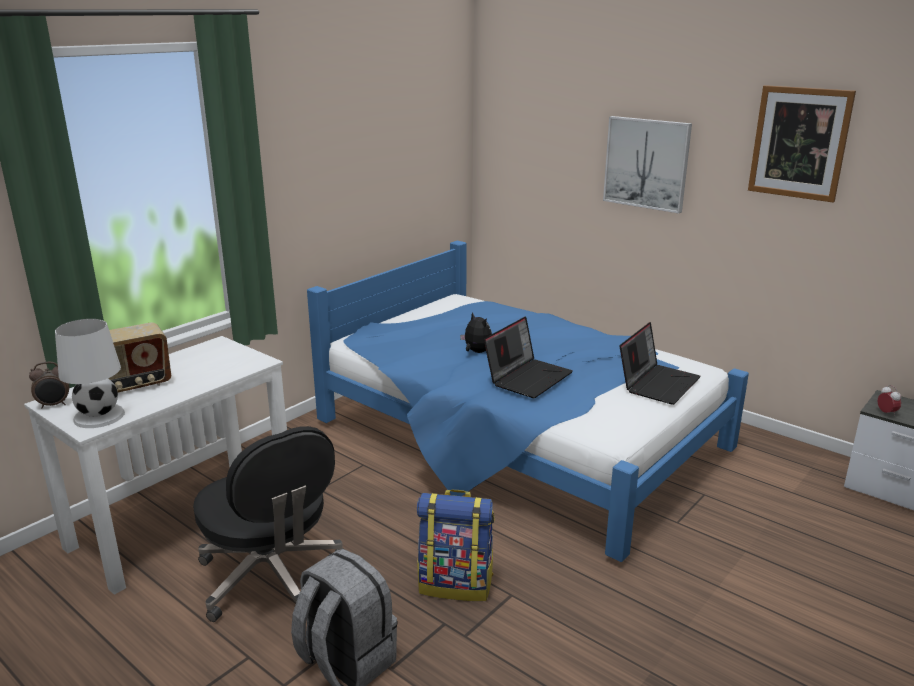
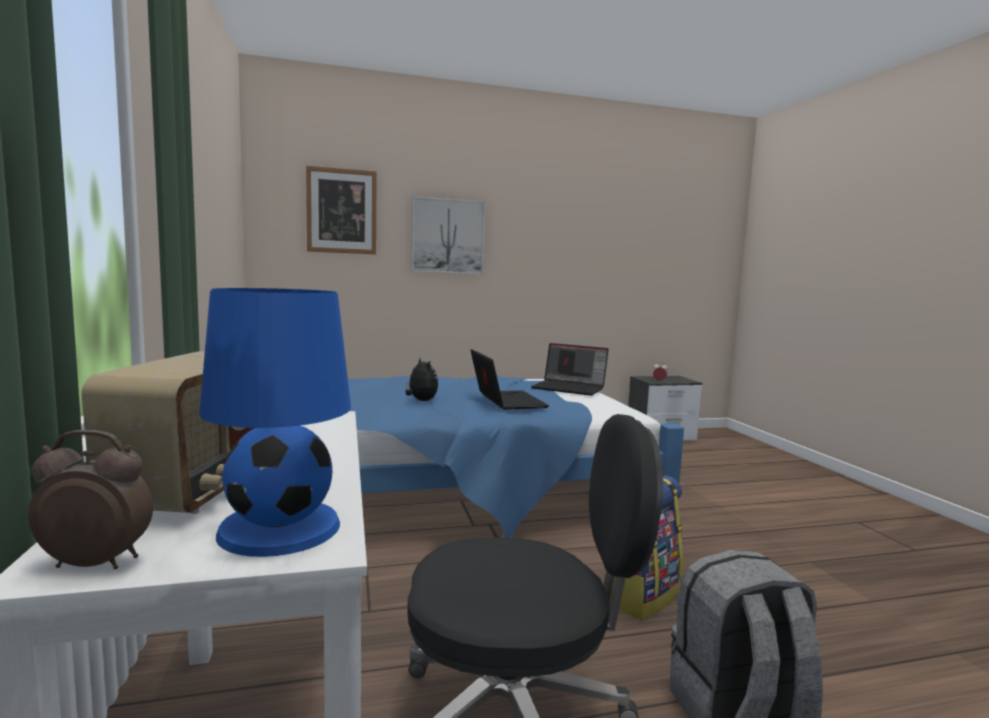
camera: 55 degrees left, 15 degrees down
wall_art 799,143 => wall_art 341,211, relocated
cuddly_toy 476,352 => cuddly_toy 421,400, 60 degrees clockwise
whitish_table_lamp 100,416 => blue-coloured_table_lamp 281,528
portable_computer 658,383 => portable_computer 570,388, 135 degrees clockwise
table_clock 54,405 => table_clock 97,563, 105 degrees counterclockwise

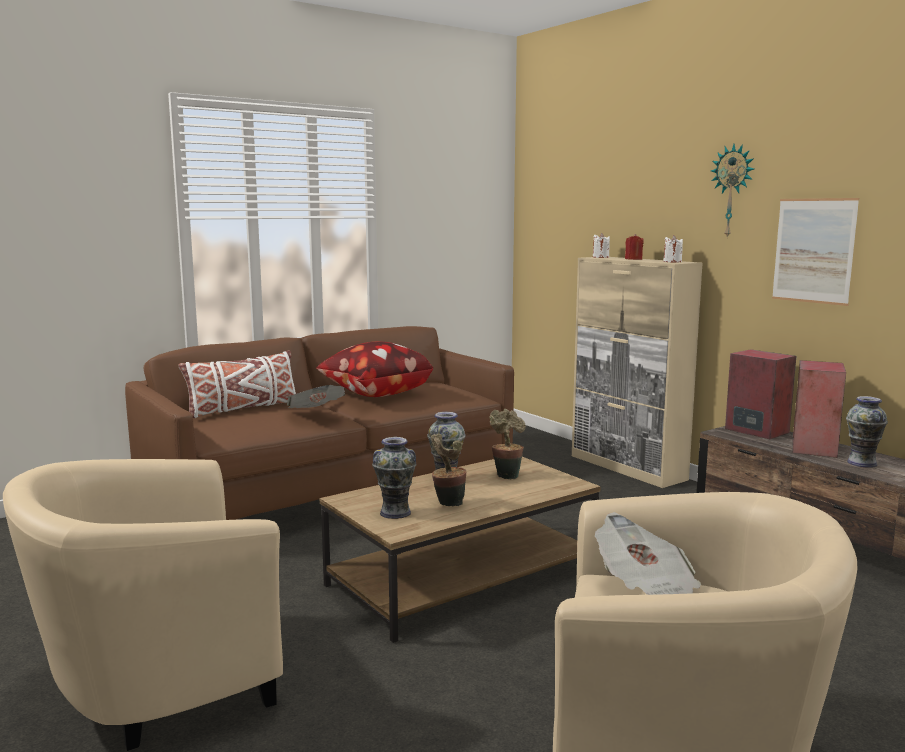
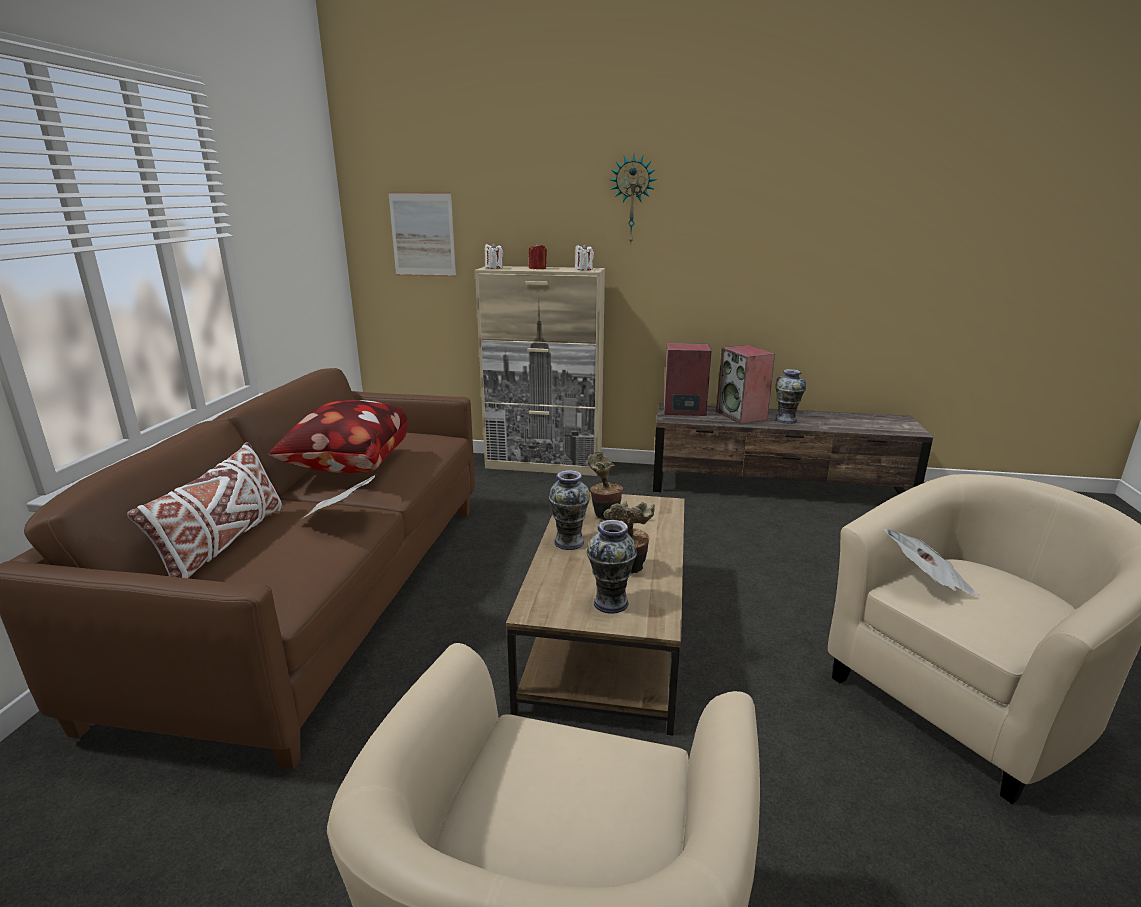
camera: 45 degrees left, 10 degrees up
wall_art 813,250 => wall_art 423,234, relocated

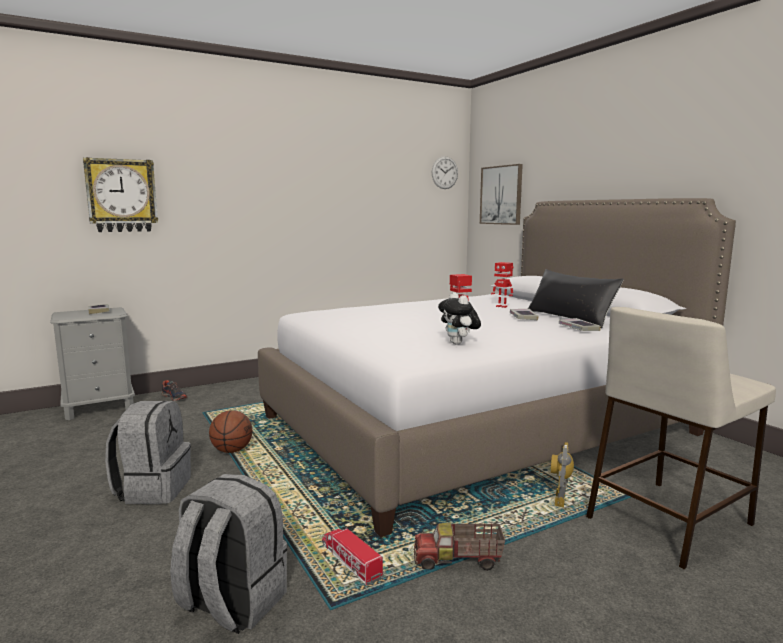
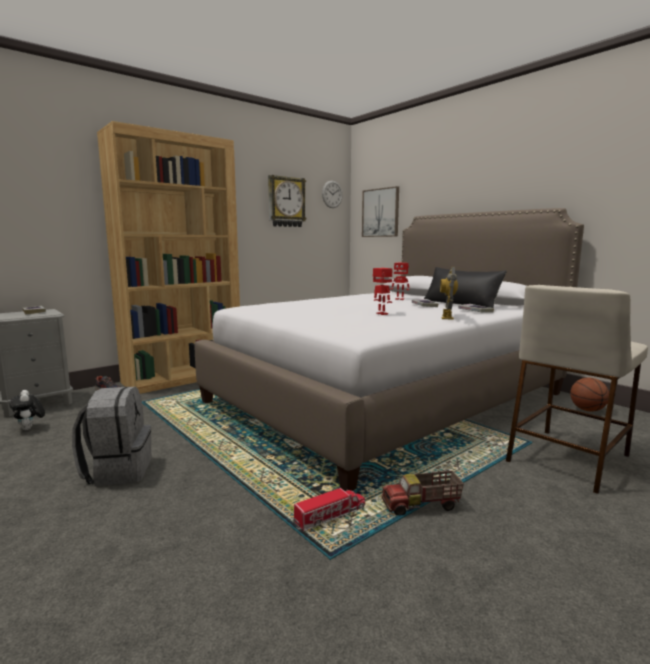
camera: 10 degrees left, 0 degrees up
hanging_clock 121,195 => hanging_clock 286,202, relocated
cuddly_toy 459,343 => cuddly_toy 30,429, relocated
ball_for_basketball 232,450 => ball_for_basketball 587,410, relocated
robot_figure 560,503 => robot_figure 447,317, relocated
greyish_backpack 231,603 => nothing
toy_truck 350,562 => toy_truck 330,516, 105 degrees clockwise
nothing => brown-coloured_bookcase 184,377

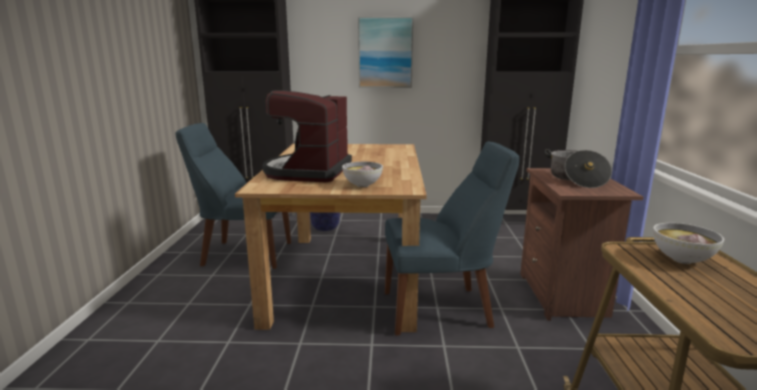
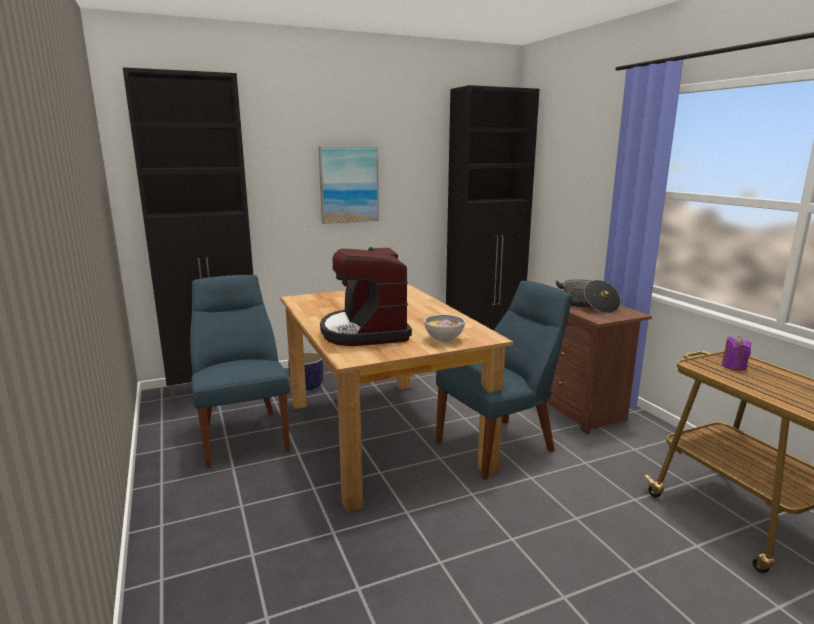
camera: 25 degrees left, 0 degrees up
blue-coloured_upright_chair 243,254 => blue-coloured_upright_chair 243,435, 90 degrees clockwise
deep_dish 681,260 => purplish_candle 734,366

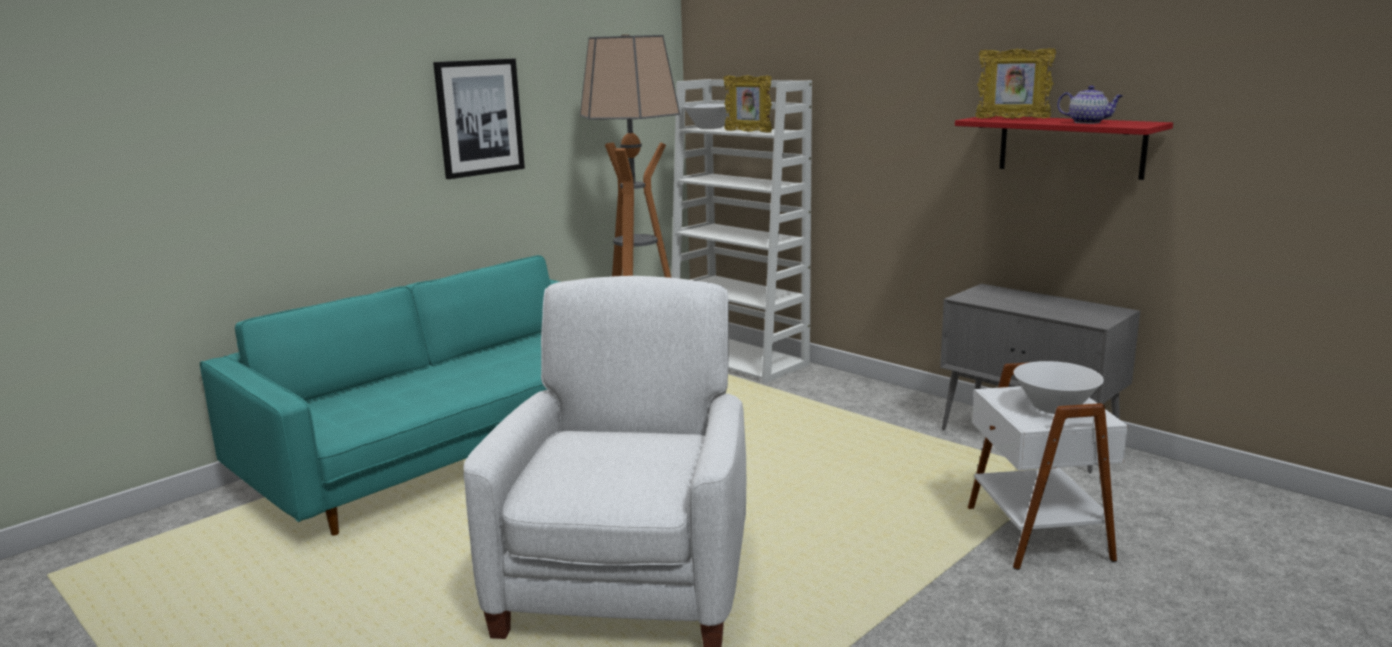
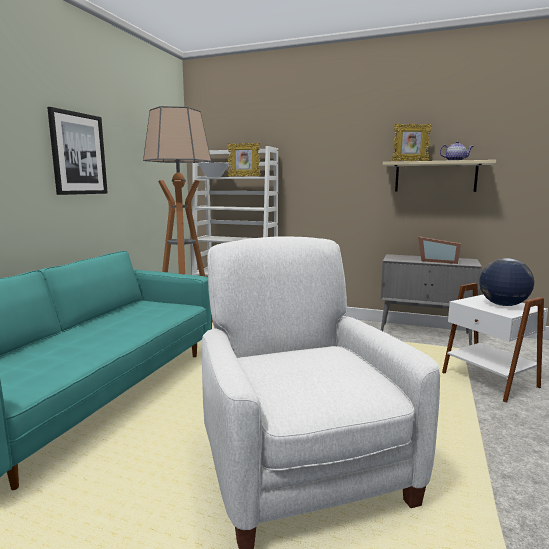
camera: 25 degrees left, 5 degrees down
red_bracket_shelf 1070,146 => beige-coloured_bracket_shelf 435,177
whitish_deep_dish 1054,408 => globe 502,305
nothing => standing_frame 437,261

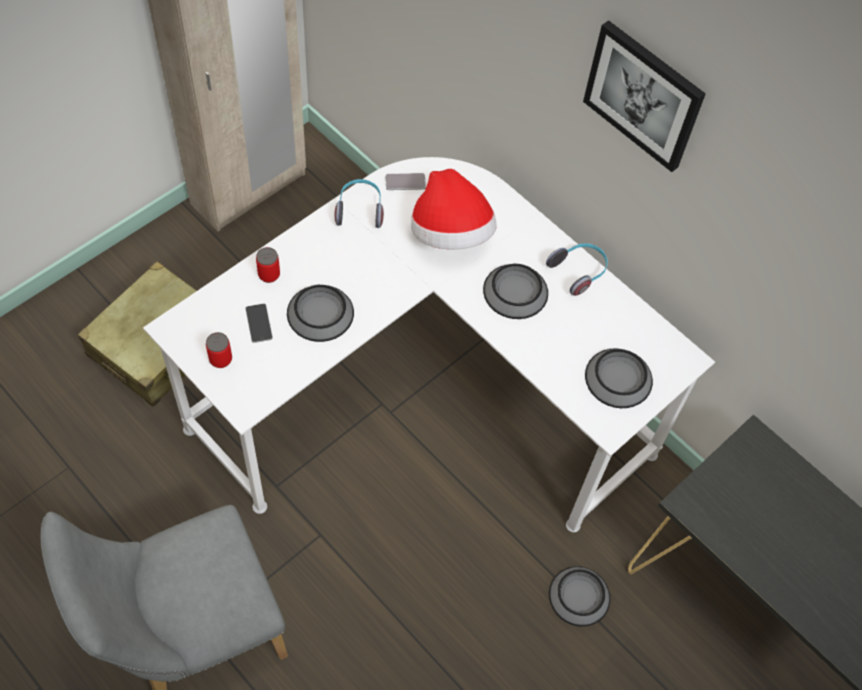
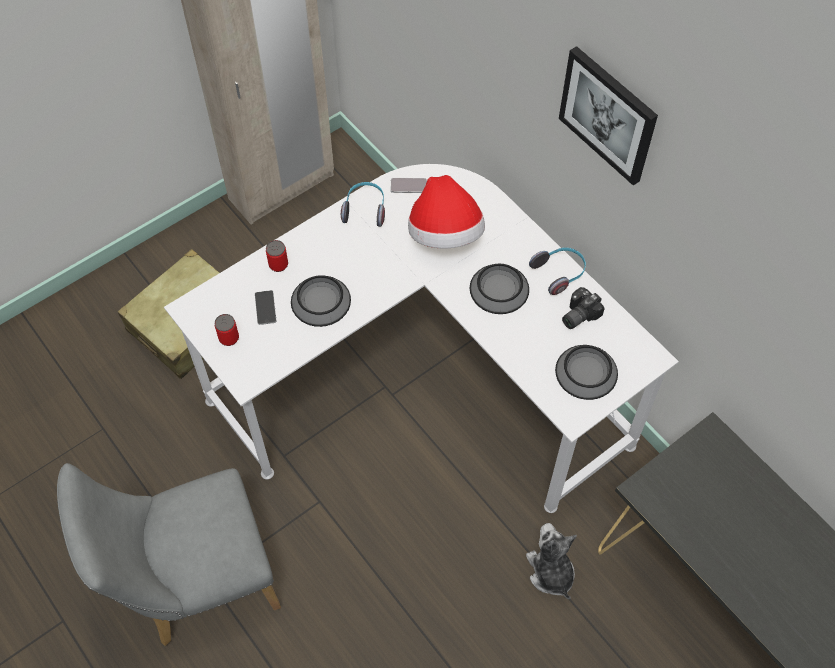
camera: 10 degrees right, 0 degrees up
deep_dish 579,596 => cuddly_toy 550,571
nothing => still_camera 577,314

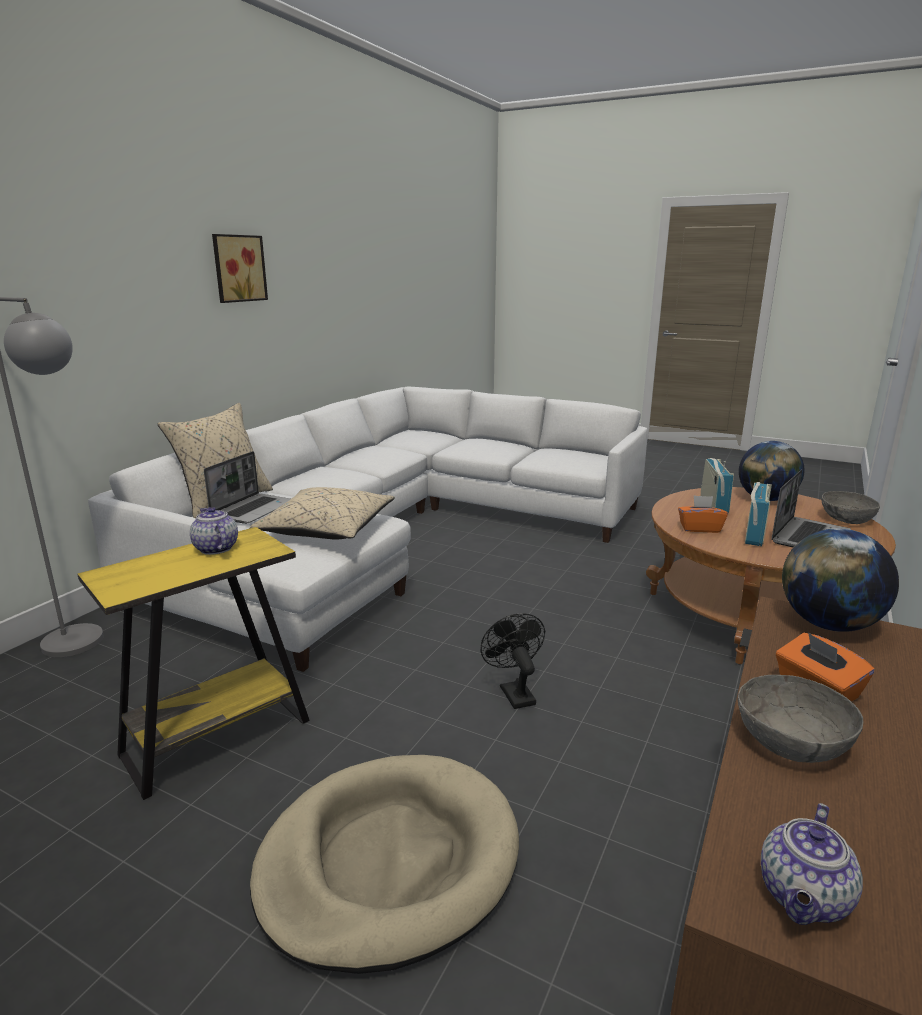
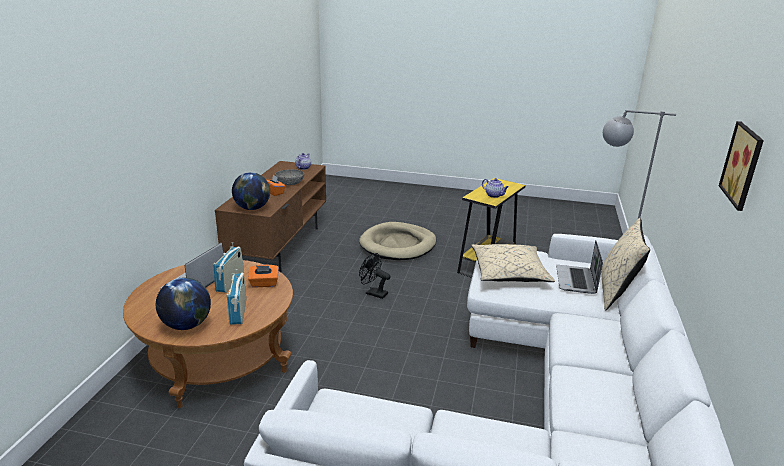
camera: 165 degrees right, 5 degrees up
greyish_deep_dish 846,519 => nothing
black-coloured_electric_fan 514,692 => black-coloured_electric_fan 373,293, 150 degrees clockwise

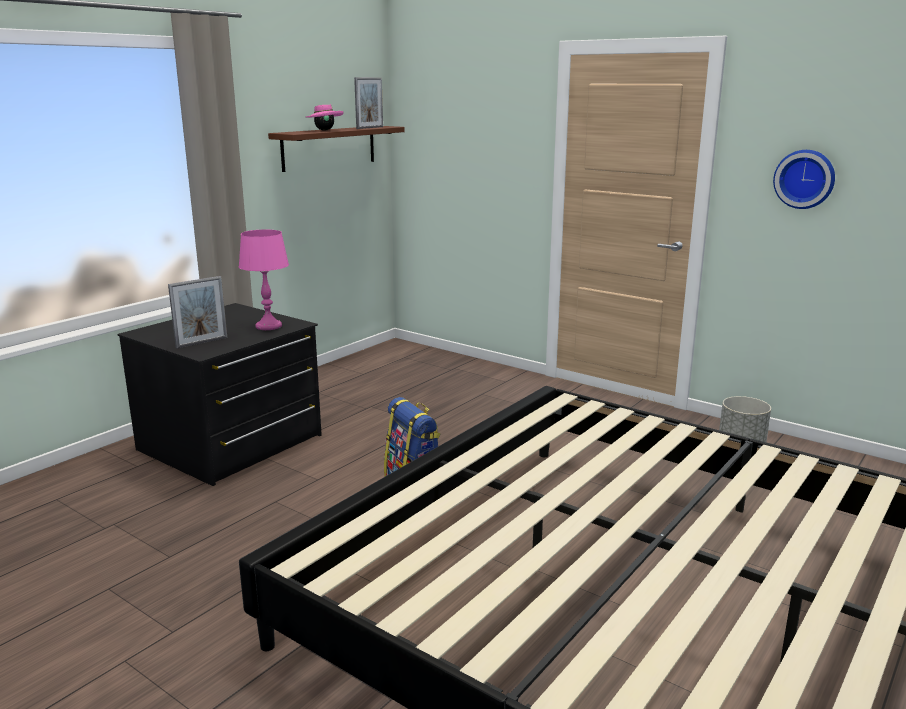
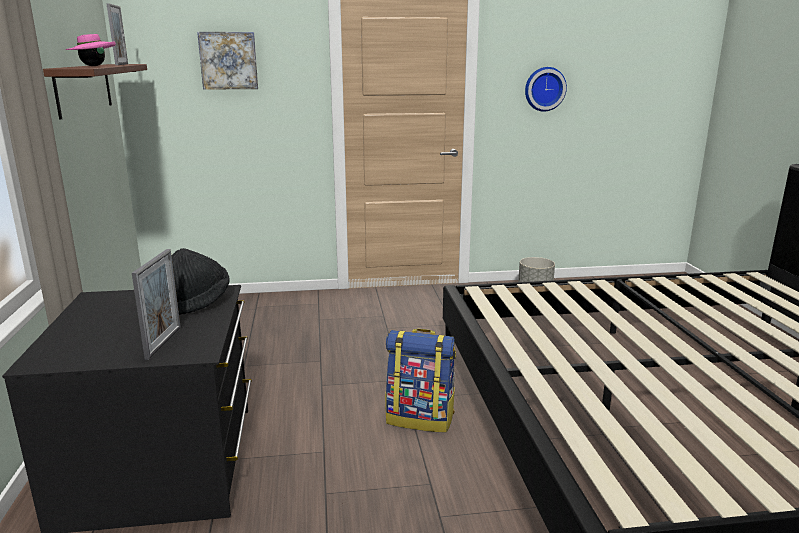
camera: 45 degrees left, 0 degrees up
pink_table_lamp 268,326 => black-coloured_hat 196,302
nothing => wall_art 228,60

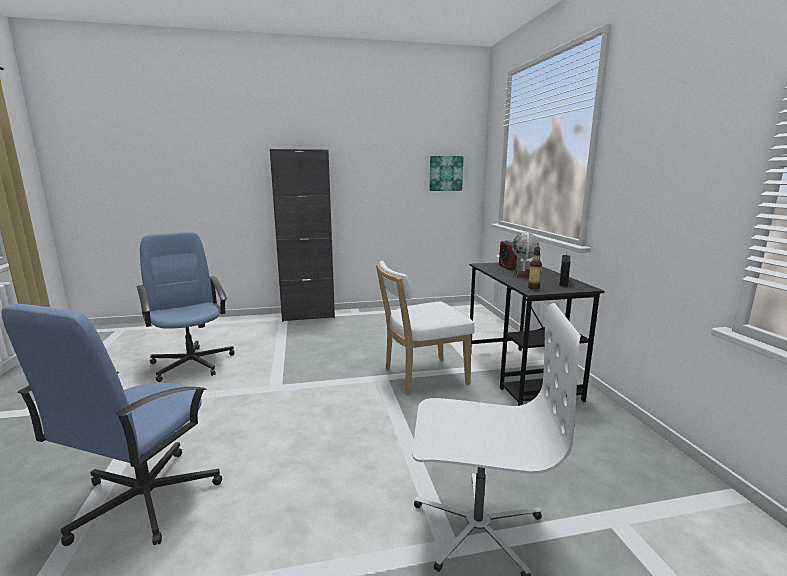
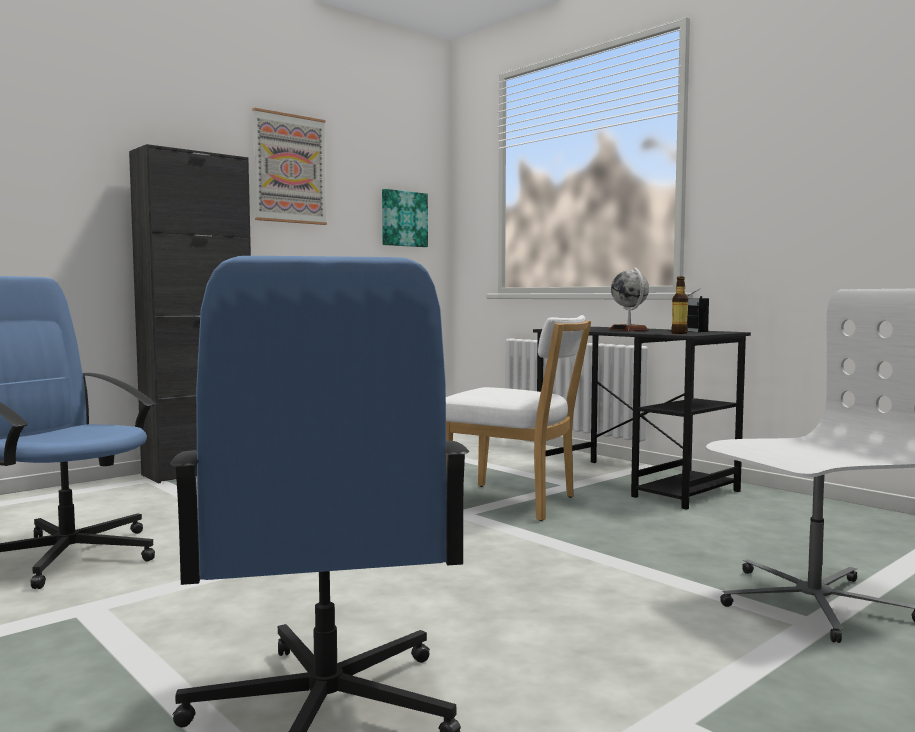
camera: 30 degrees left, 10 degrees down
table_clock 509,267 => nothing
whitish_upright_chair 421,376 => whitish_upright_chair 515,503, 105 degrees counterclockwise
nothing => wall_art 289,169

